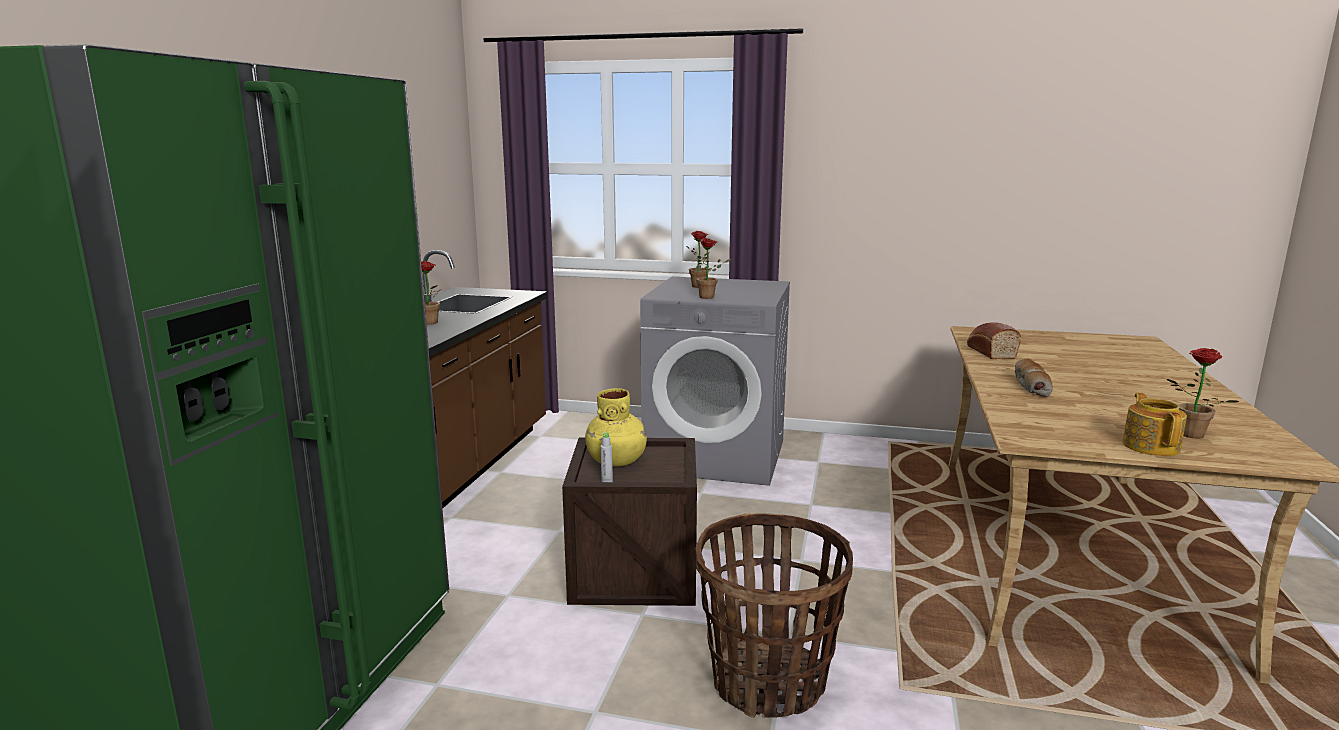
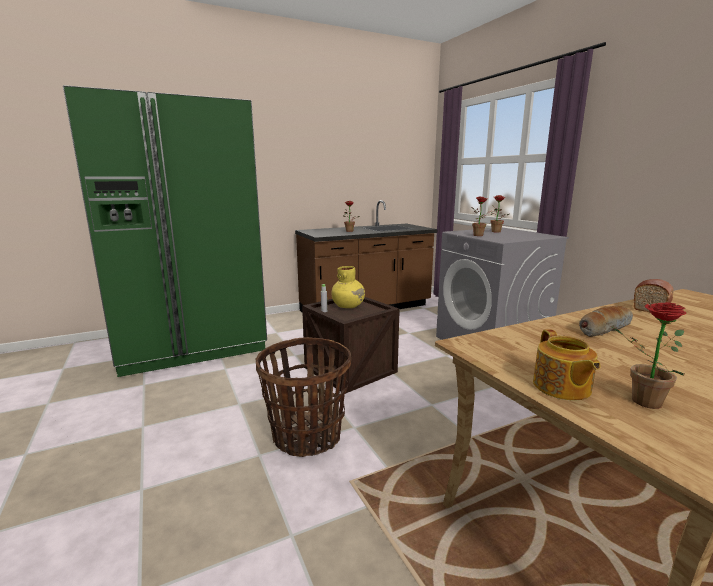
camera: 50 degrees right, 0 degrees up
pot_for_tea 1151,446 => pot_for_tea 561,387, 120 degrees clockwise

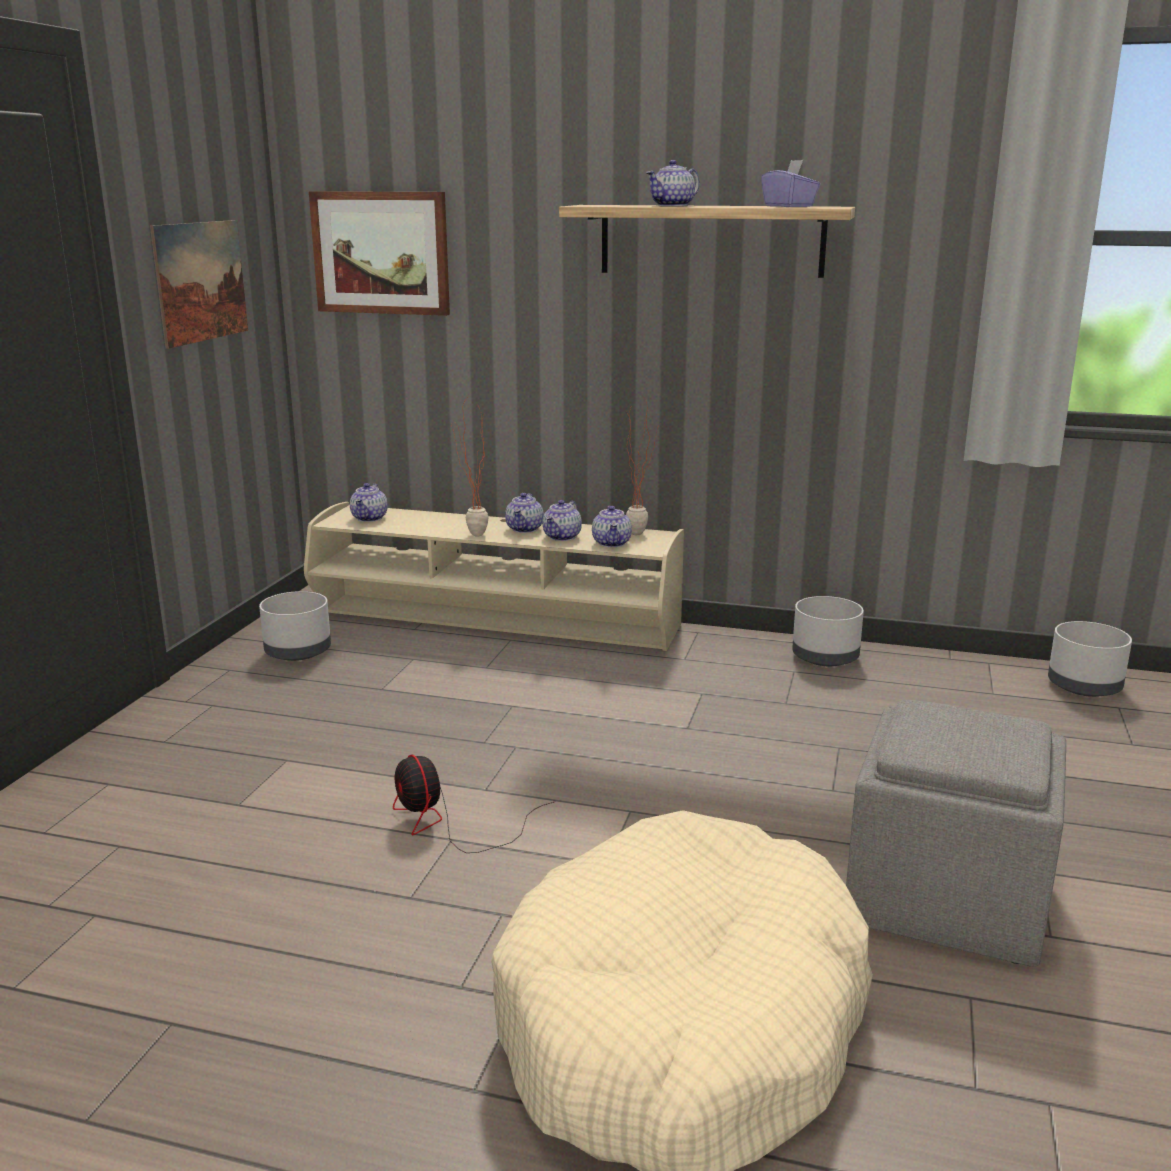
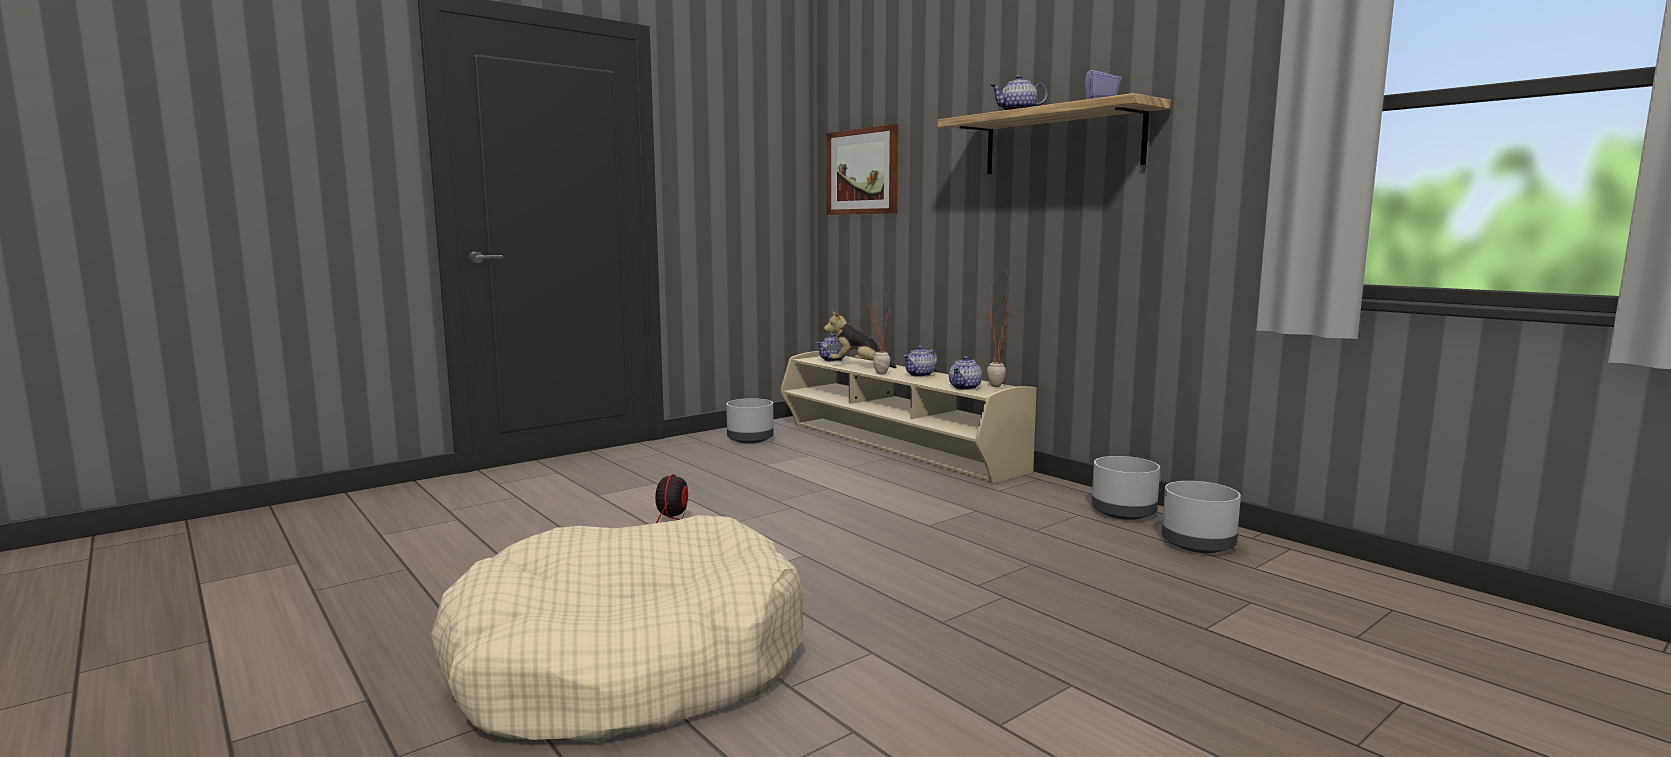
camera: 35 degrees right, 10 degrees down
wall_art 201,281 => nothing
pot_for_tea 562,537 => nothing
greyish_plant_pot 1084,686 => greyish_plant_pot 1198,545, relocated
greyish_ottoman 949,899 => nothing
nothing => cuddly_toy 858,366

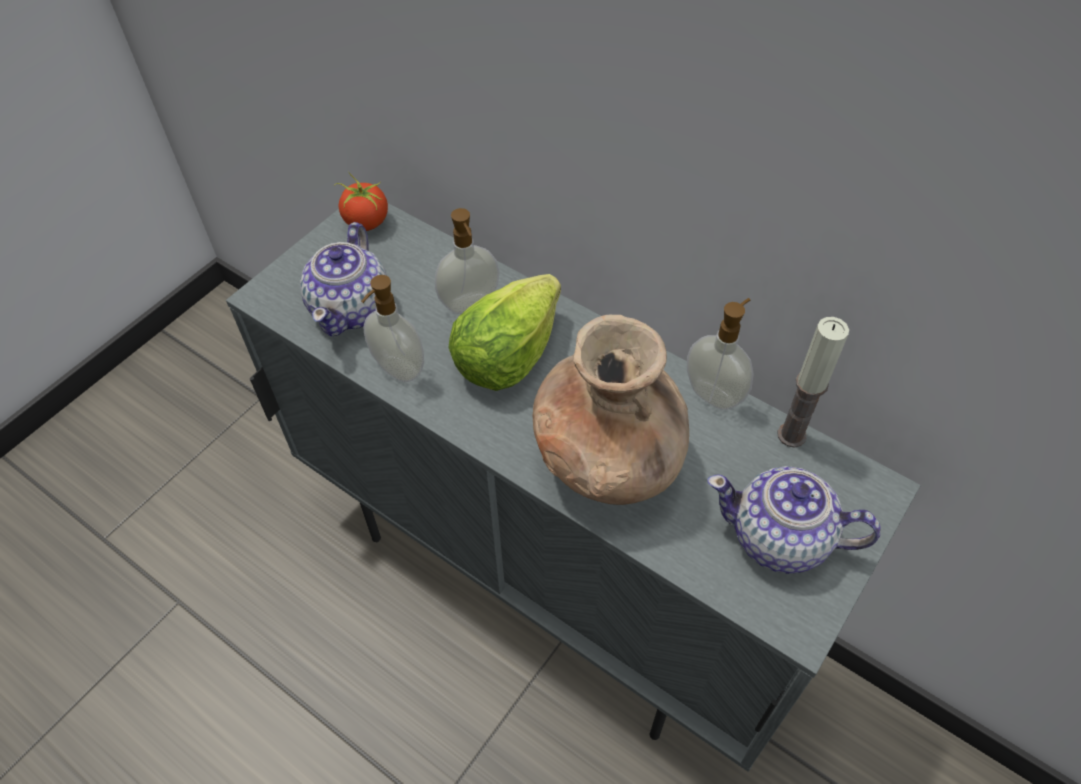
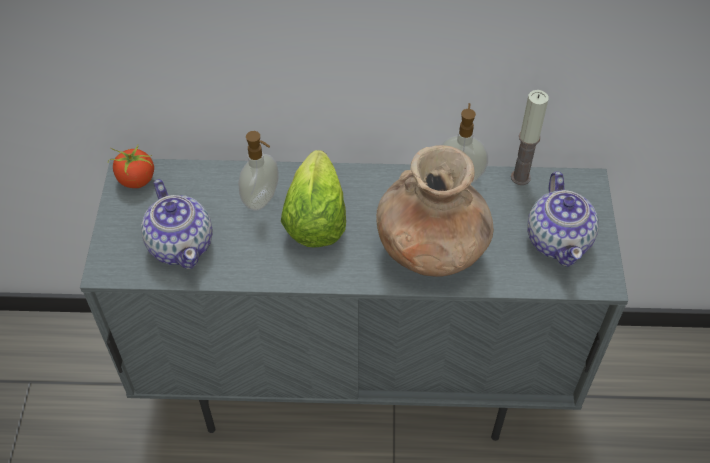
camera: 35 degrees left, 0 degrees up
soap_dispenser 397,369 => nothing
pot_for_tea 780,539 => pot_for_tea 558,240, 75 degrees counterclockwise

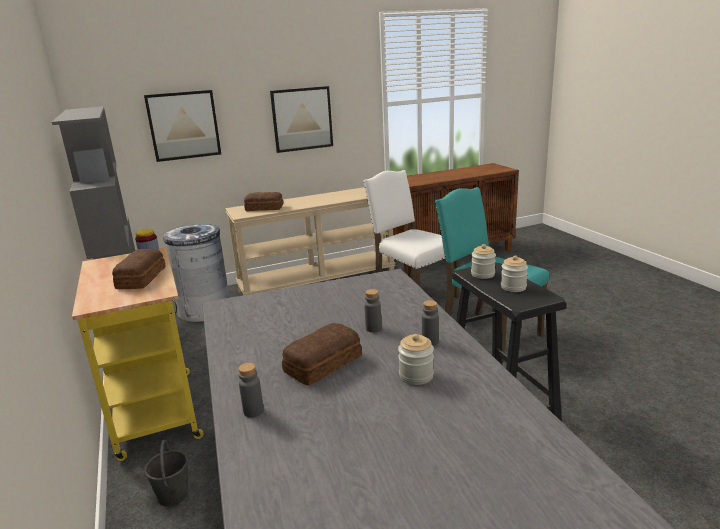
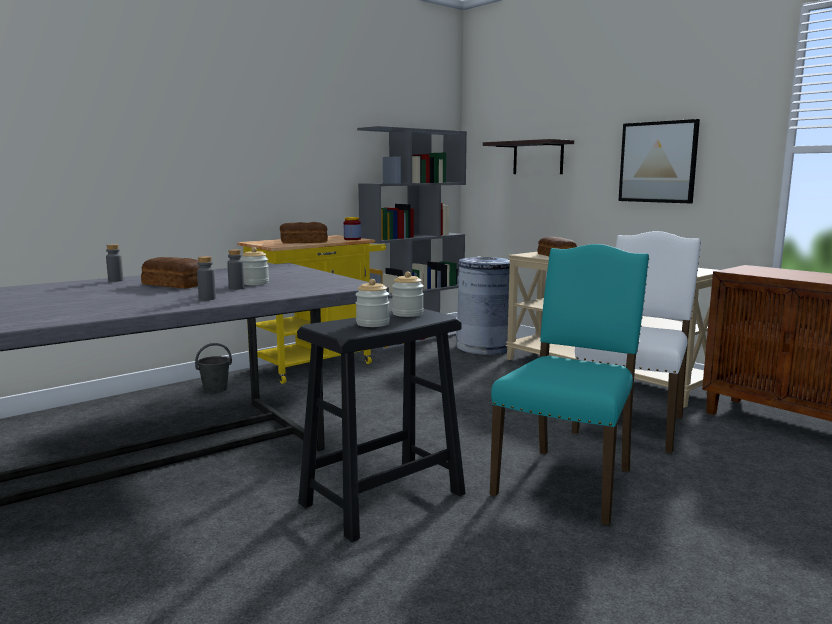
camera: 70 degrees right, 10 degrees down
wall_art 184,125 => bracket_shelf 538,158
storage_jar 416,375 => storage_jar 255,283, relocated

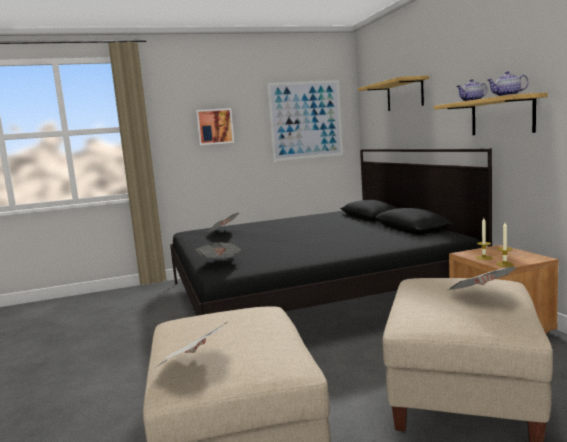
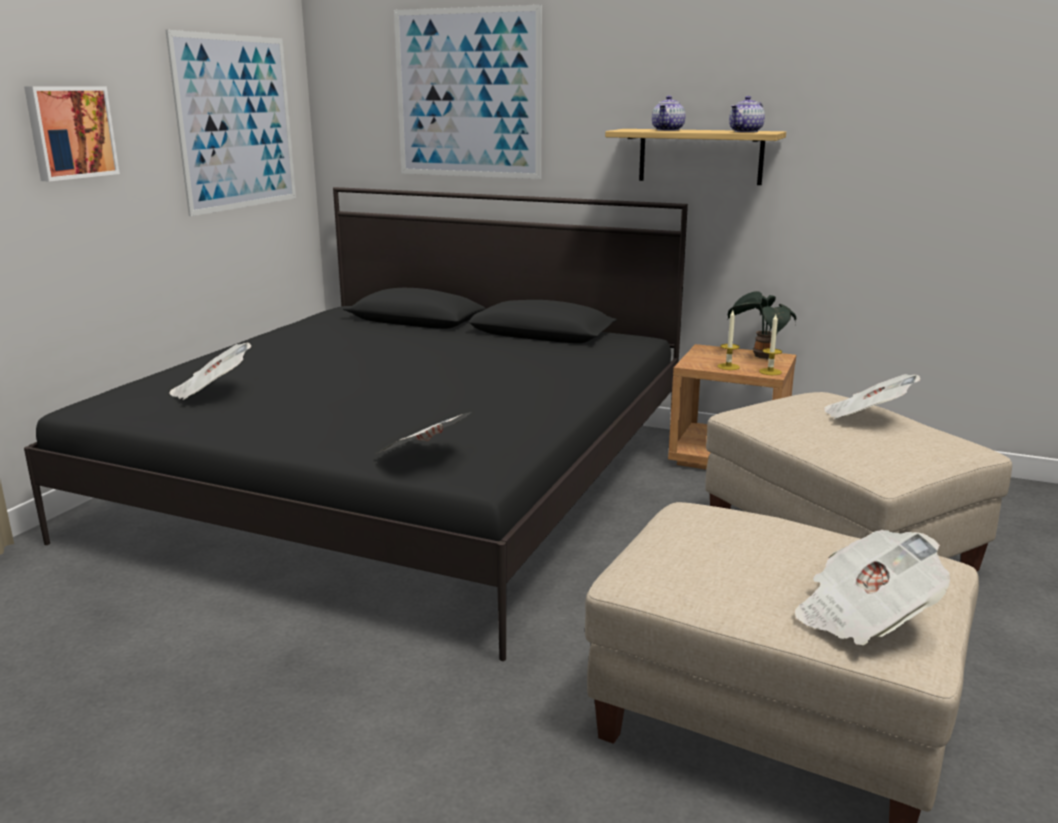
camera: 50 degrees left, 10 degrees up
bracket_shelf 404,95 => wall_art 467,94
nothing => plant_in_a_pot 760,356

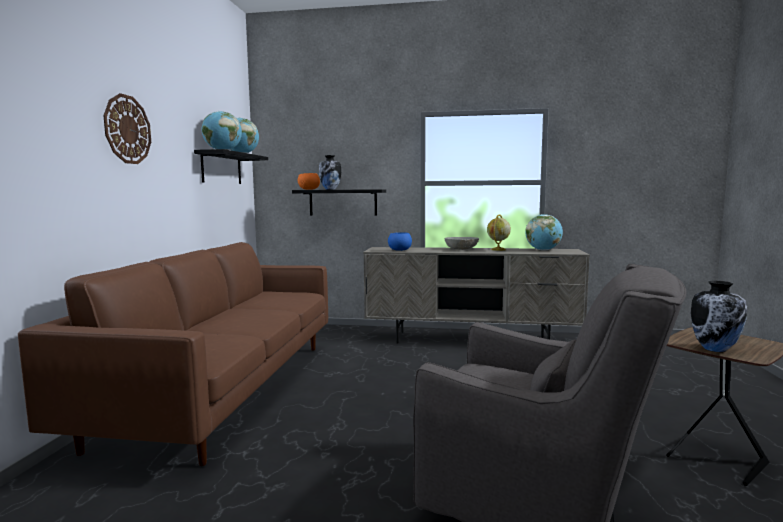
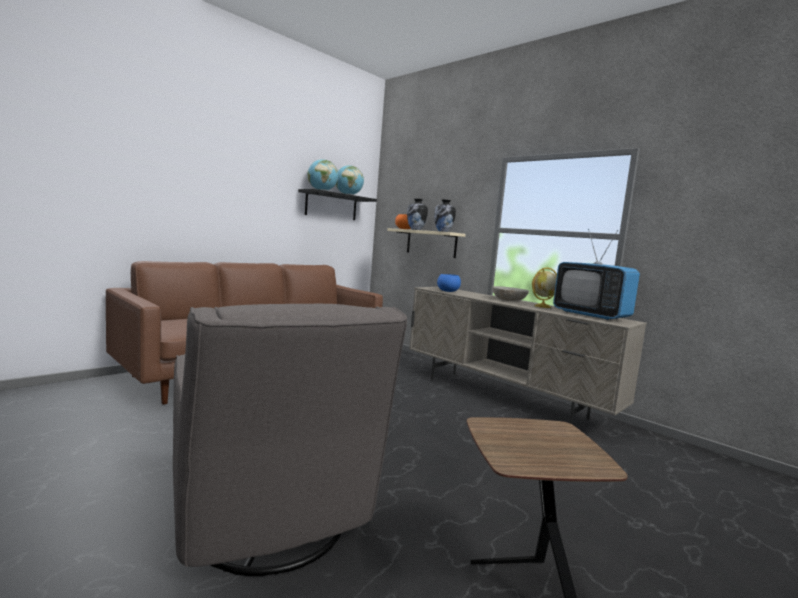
camera: 35 degrees right, 0 degrees up
hanging_clock 127,129 => nothing
black-coloured_bracket_shelf 343,202 => beige-coloured_bracket_shelf 431,243
globe 543,250 => television 591,315
decorative_vase 715,349 => decorative_vase 443,231, relocated

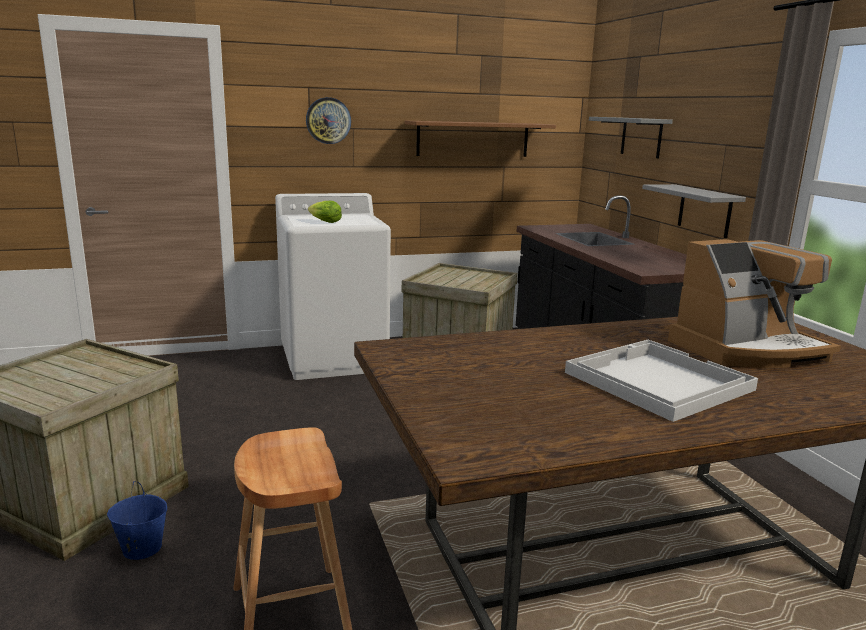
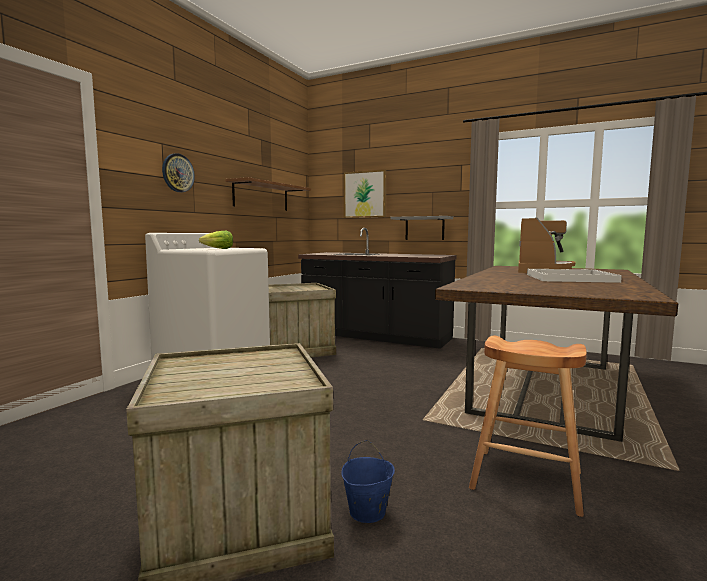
camera: 45 degrees left, 10 degrees down
greyish_bracket_shelf 641,137 => wall_art 365,194

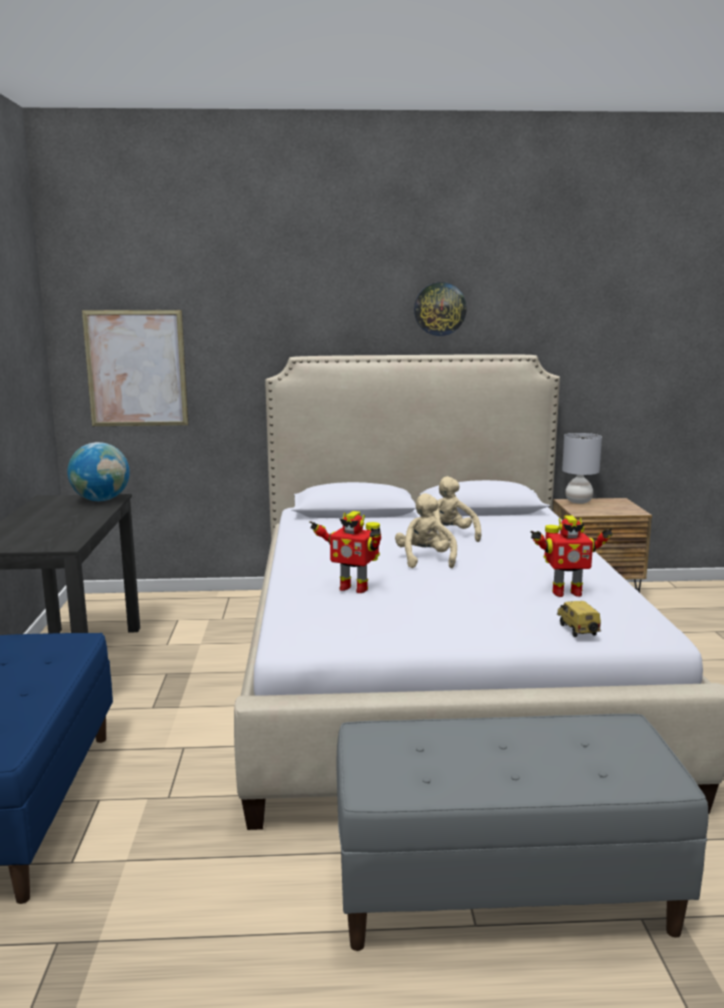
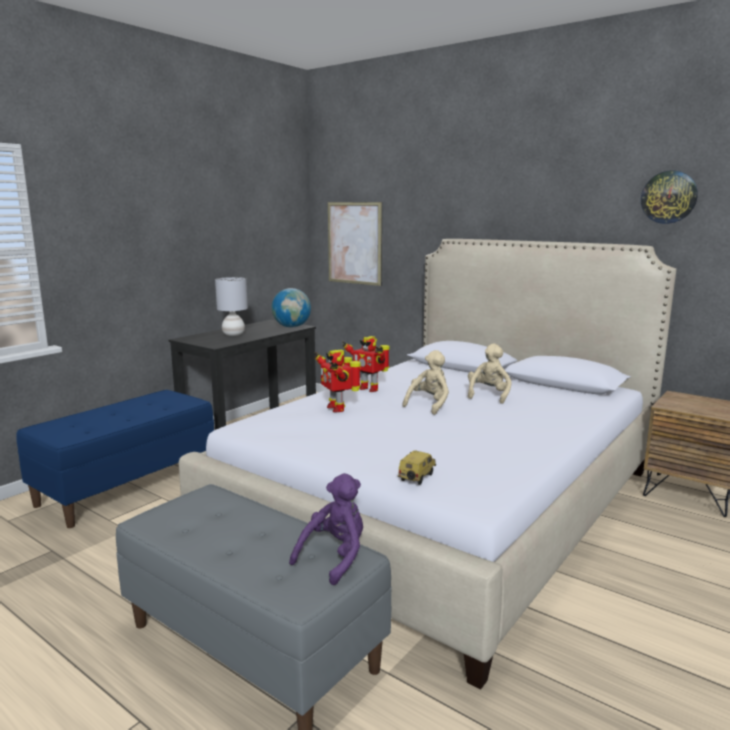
camera: 40 degrees right, 0 degrees up
hanging_clock 439,309 => hanging_clock 668,197, relocated
greyish_table_lamp 578,501 => greyish_table_lamp 234,334, relocated
robot_figure 565,592 => robot_figure 369,389, relocated
nothing => purplish_cuddly_toy 335,557

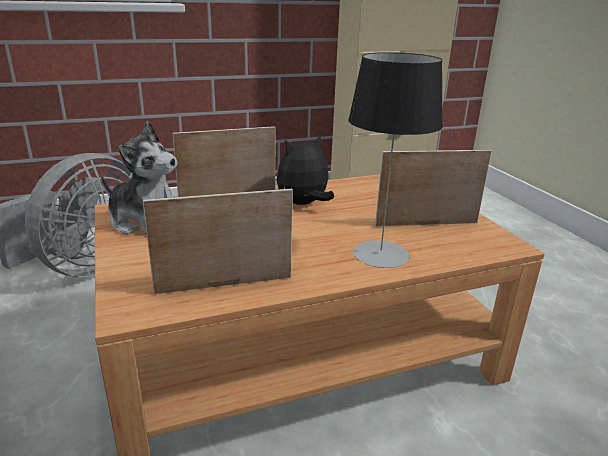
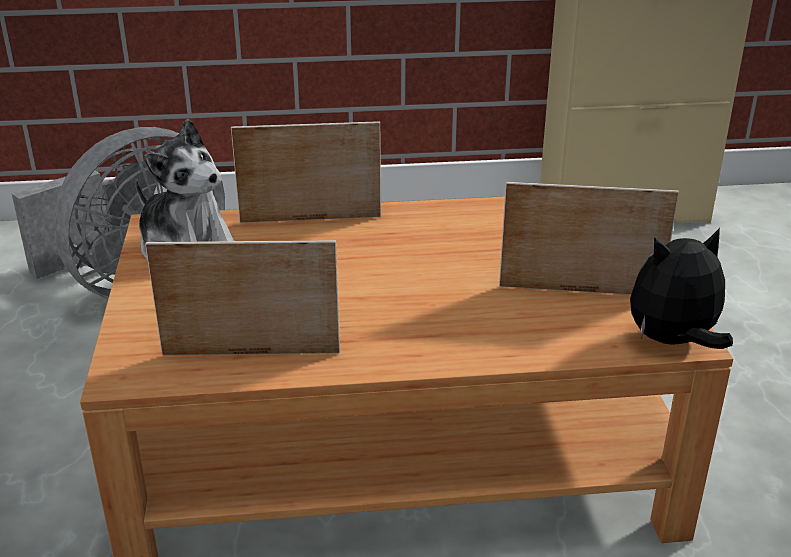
camera: 15 degrees right, 5 degrees up
table_lamp 380,254 => nothing
cuddly_toy 303,204 => cuddly_toy 673,342, relocated

